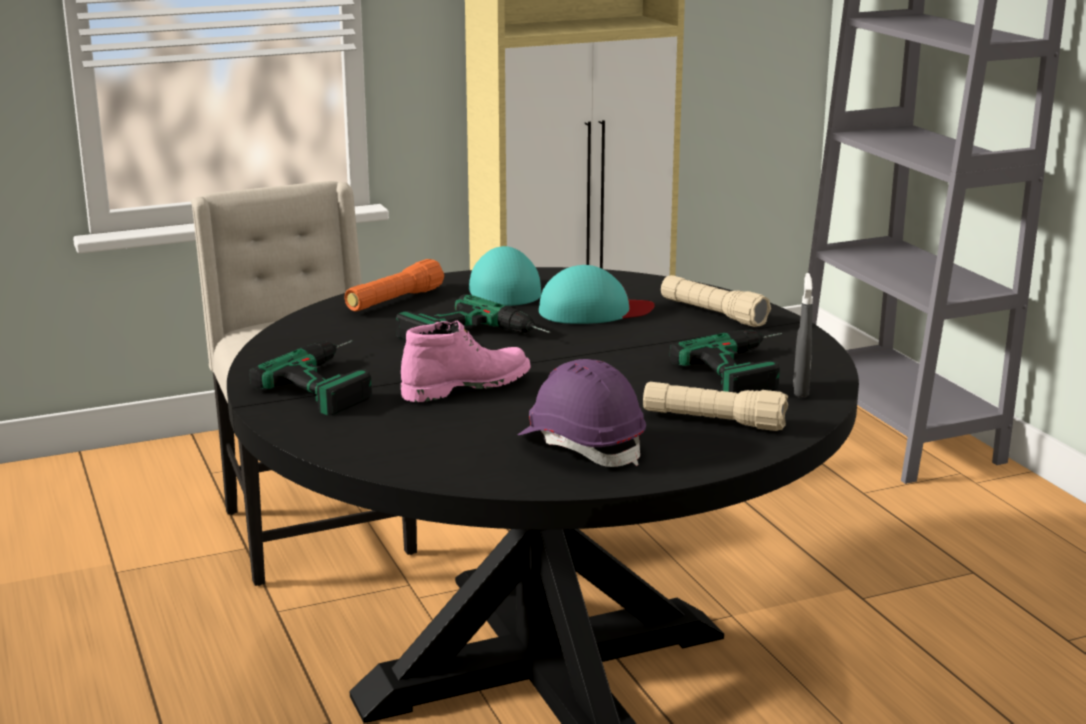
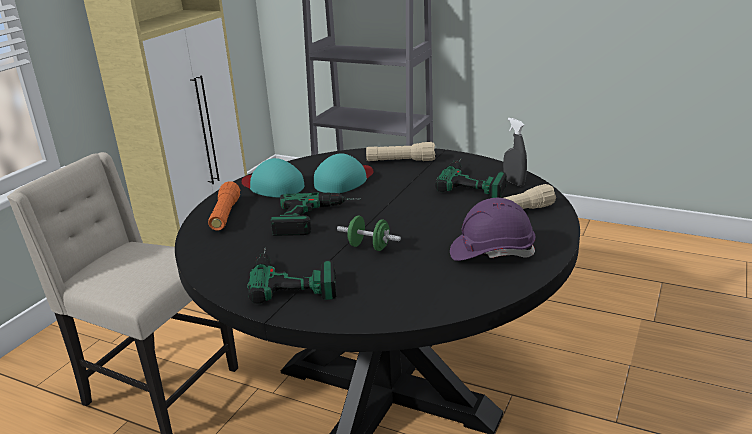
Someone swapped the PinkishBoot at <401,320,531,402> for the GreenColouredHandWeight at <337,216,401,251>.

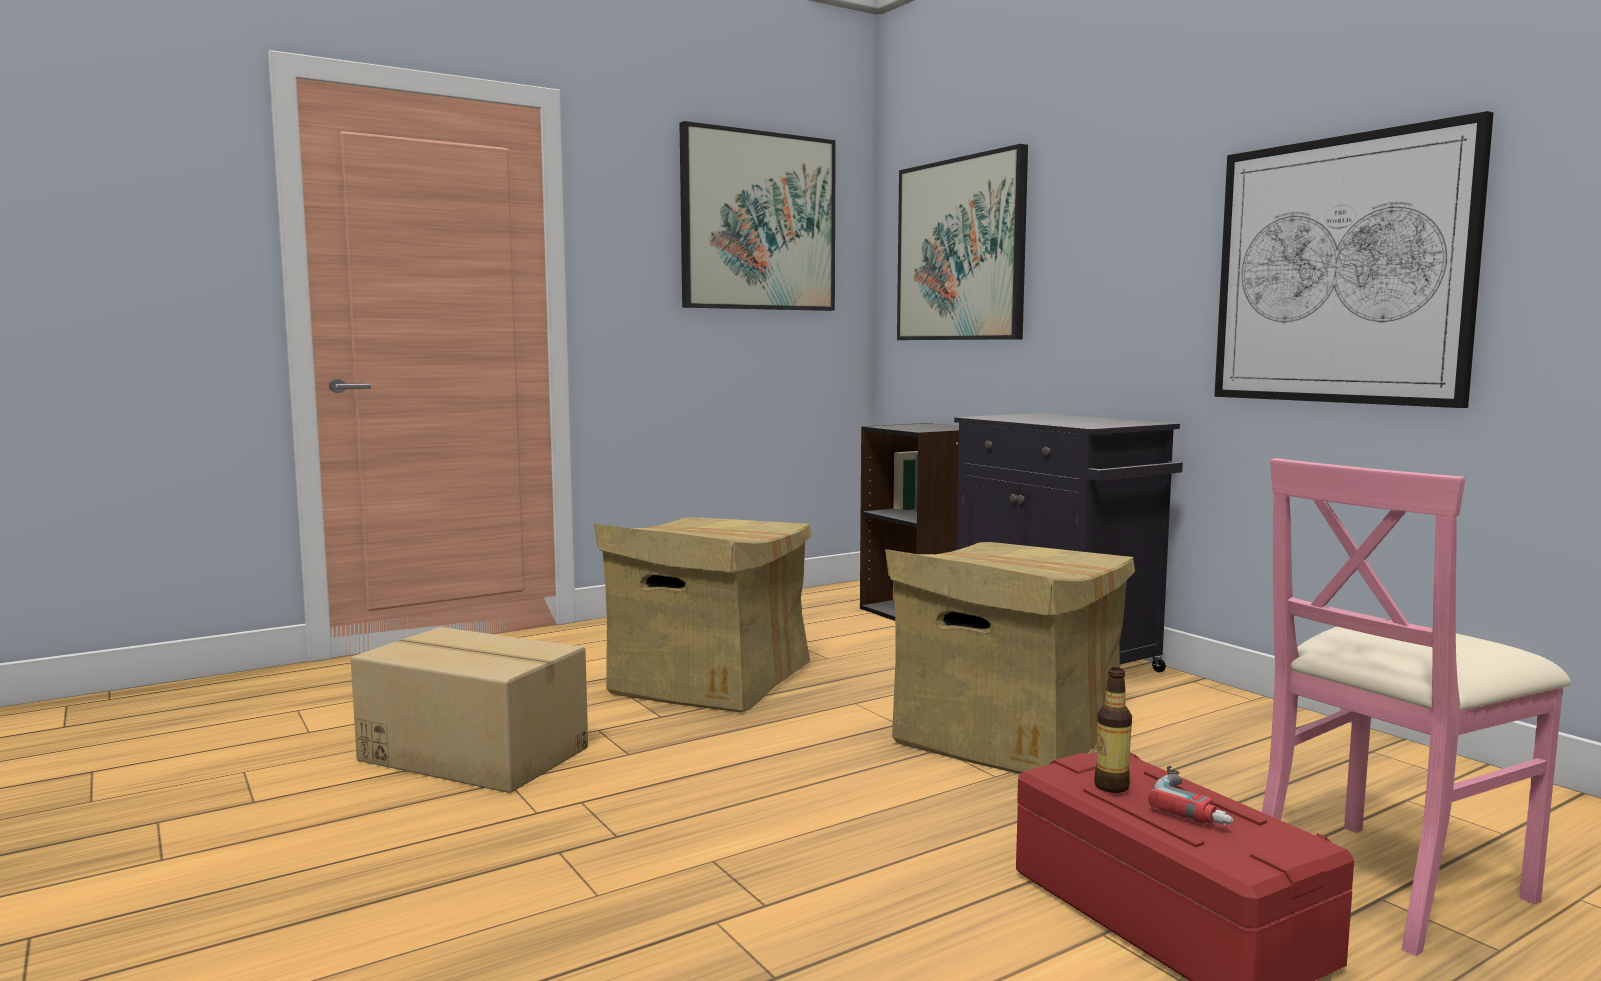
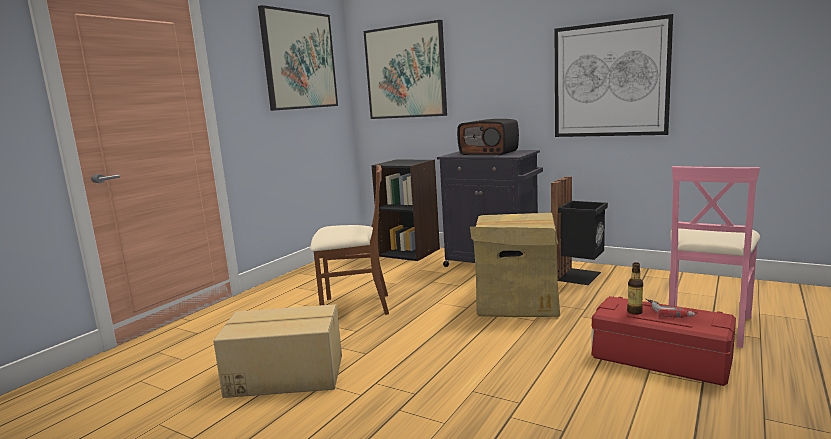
Someone swapped the Carton at <594,517,812,712> for the BrownPlainChair at <310,165,389,315>.
Someone put down the RadioReceiver at <457,119,519,155>.
Someone put down the BlackishWasteBin at <551,176,608,285>.

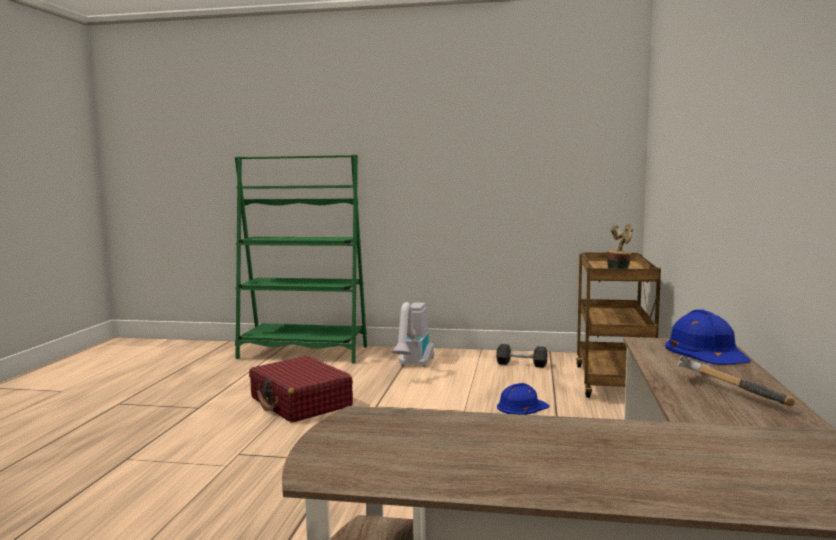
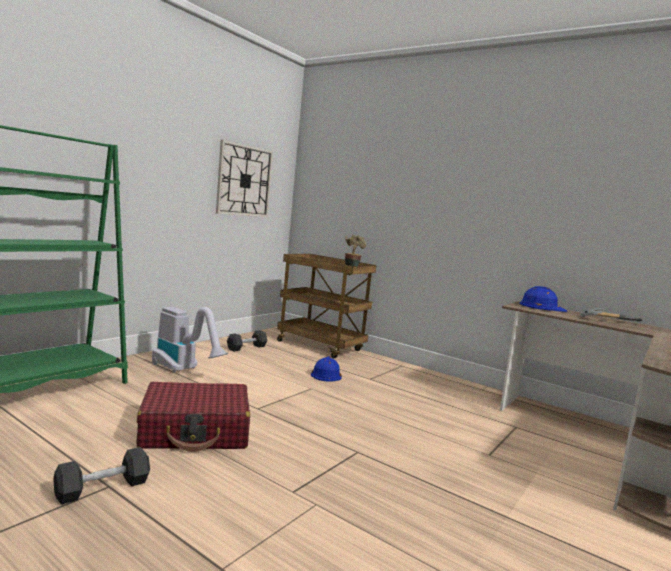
Someone put down the BlackishHandWeight at <53,447,150,504>.
Someone put up the WallClock at <216,140,273,217>.

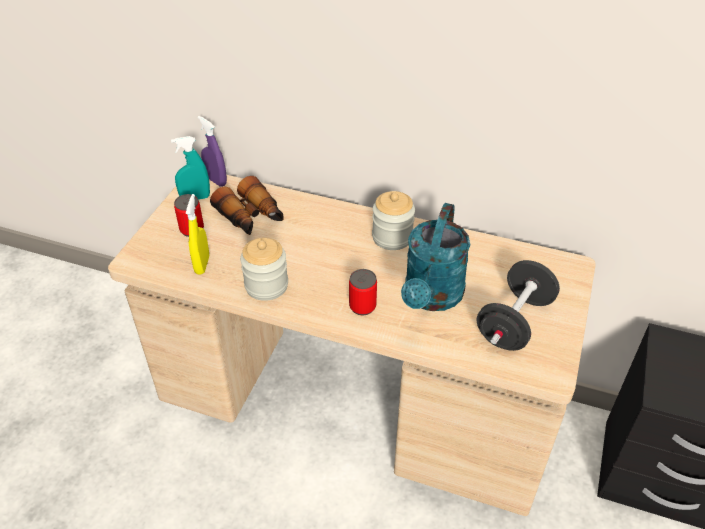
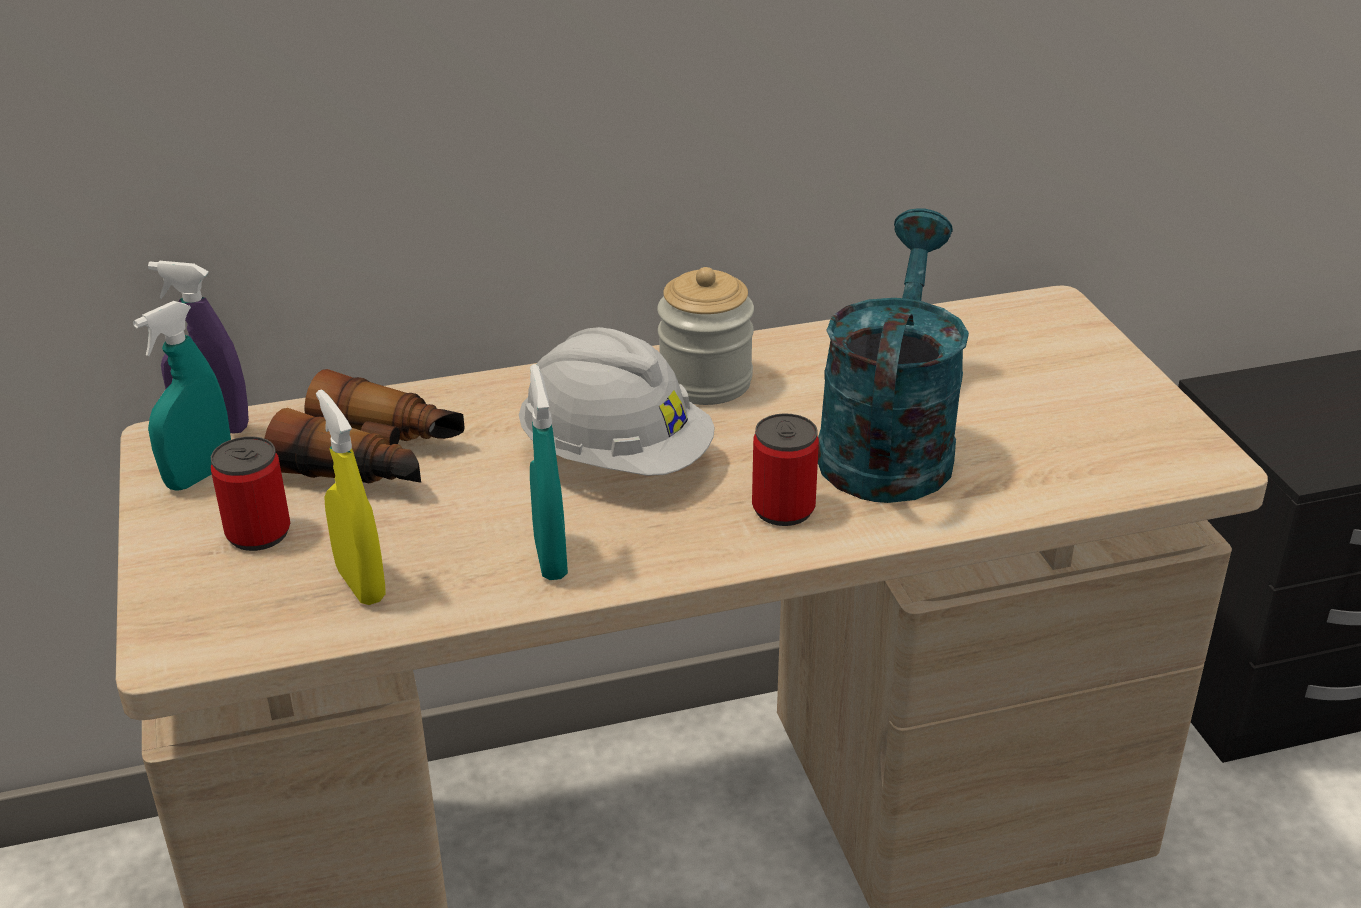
Someone put down the WhiteColouredWorkHelmet at <519,327,715,476>.
Someone swapped the PreserveJar at <240,237,288,301> for the BlueGreenSprayer at <530,364,568,580>.
Someone rotated the BlueGreenWateringCan at <401,203,471,311> by 150 degrees counterclockwise.
Someone took away the BlackishHandWeight at <477,260,560,351>.

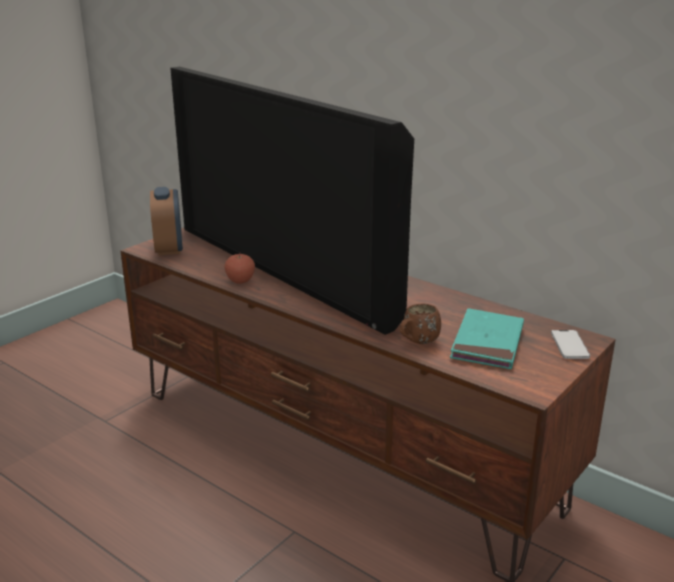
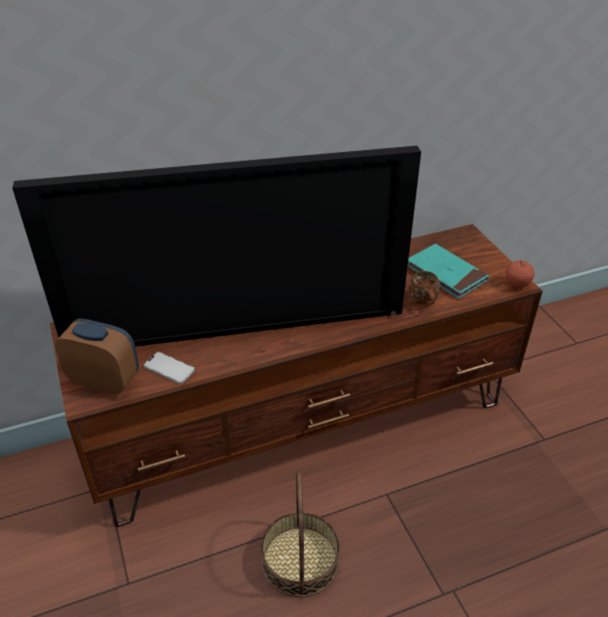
Someone carried the Phone from <551,330,590,359> to <144,352,195,384>.
Someone put down the StorageBasket at <261,471,340,597>.
Someone carried the WholeApple from <225,252,255,284> to <505,260,535,288>.

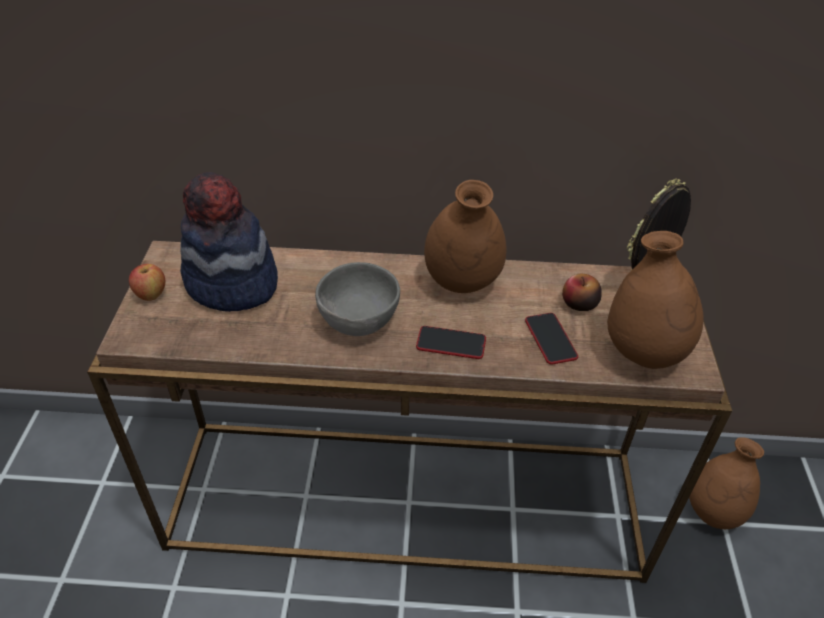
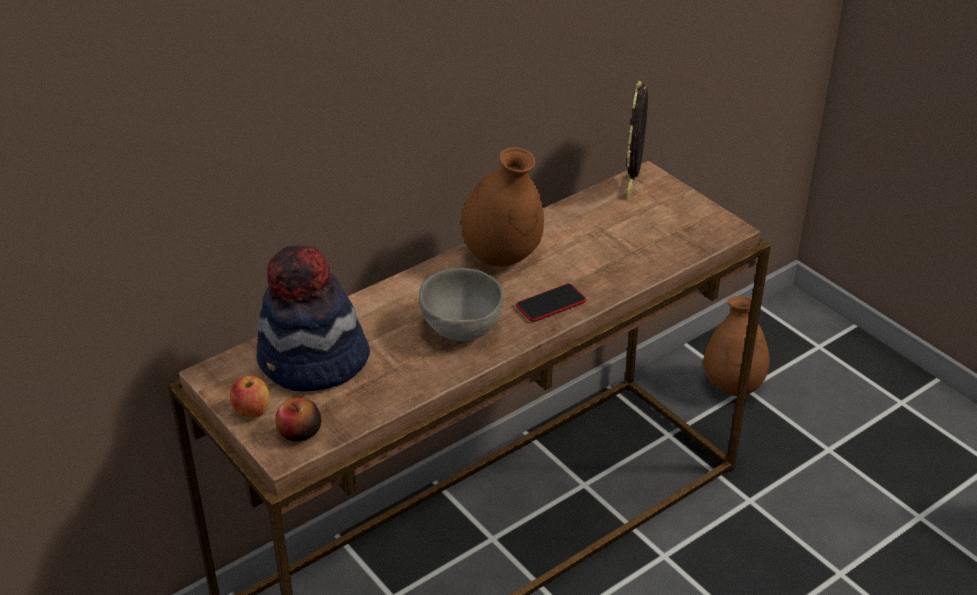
Someone carried the WholeApple from <562,274,602,311> to <276,397,321,442>.
Someone took away the Phone at <525,313,578,364>.
Someone took away the BrownVase at <607,231,704,369>.

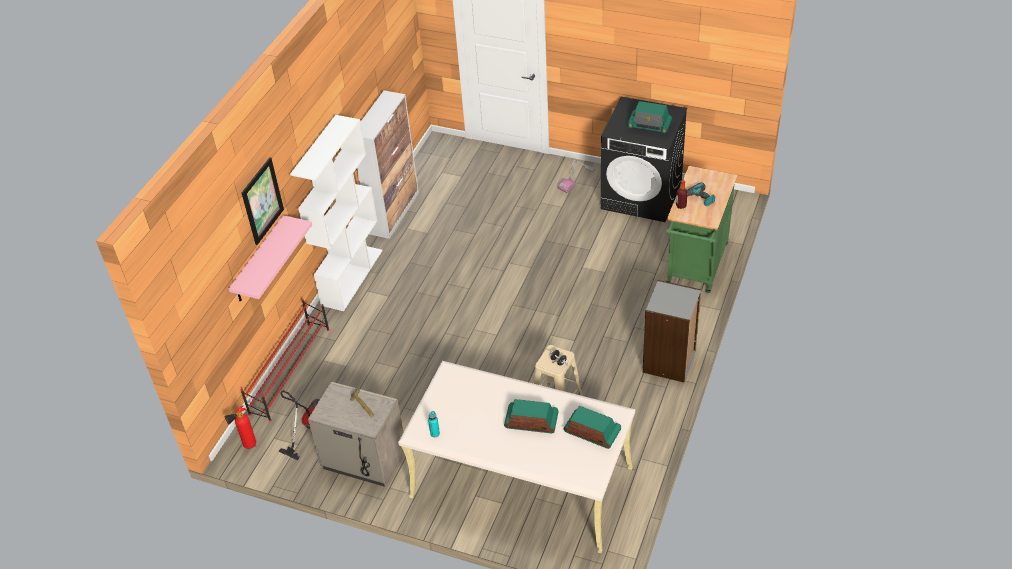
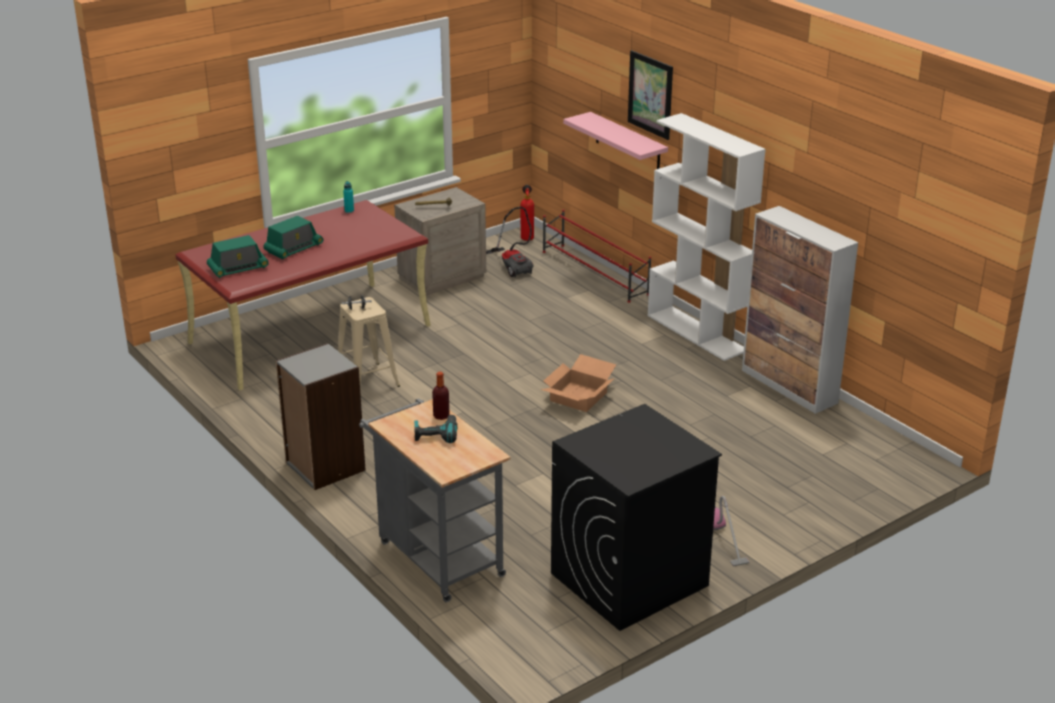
Someone repainted the BeigeDeskUnit at <398,361,635,553>, which became the RedColouredDeskUnit at <175,200,431,390>.
Someone repainted the GreenColouredCart at <665,166,737,293>, which became the GreyCart at <359,398,510,603>.
Someone put down the Carton at <541,354,616,412>.
Someone took away the RadioReceiver at <627,101,672,133>.

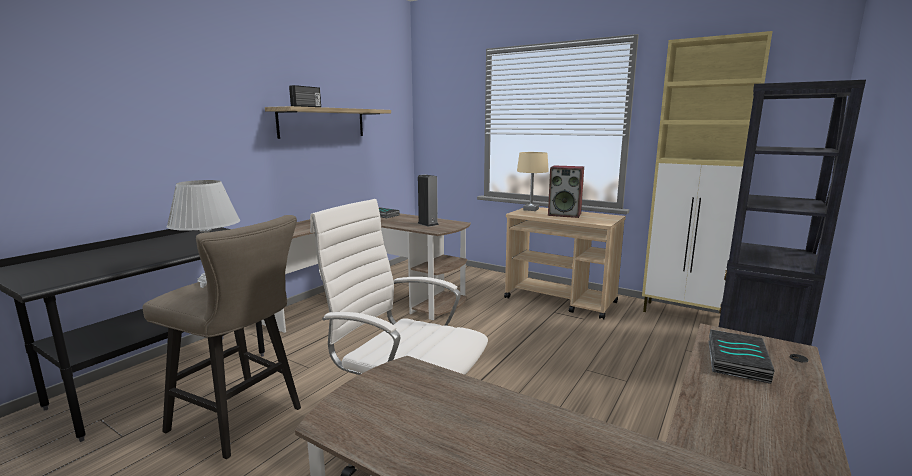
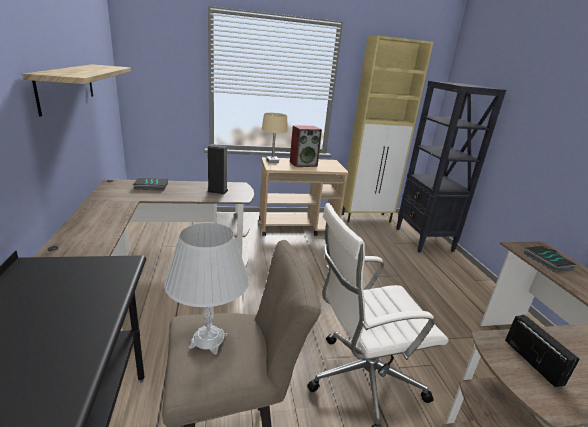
Someone carried the RadioReceiver from <289,85,321,107> to <505,315,579,387>.

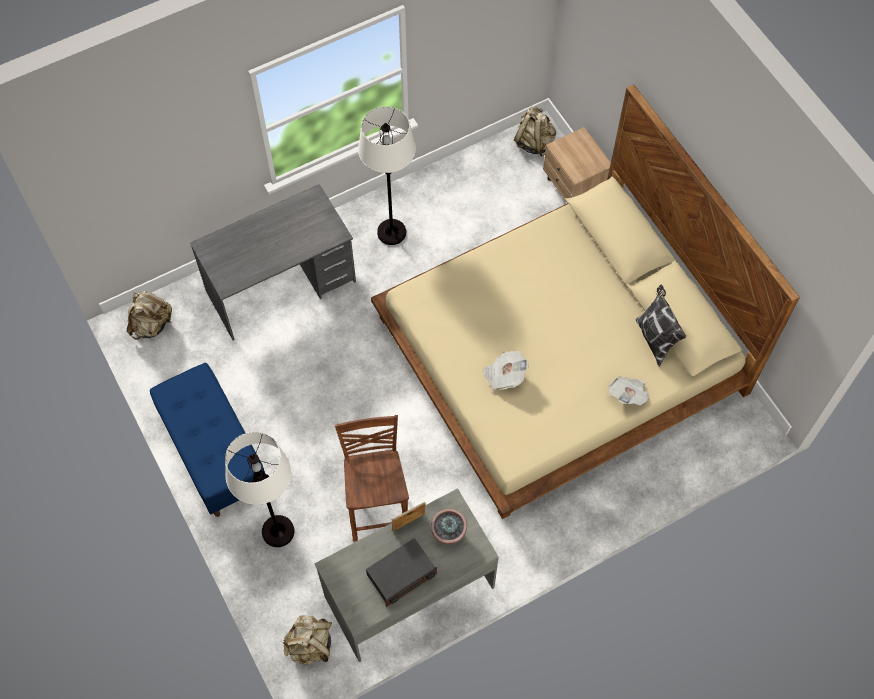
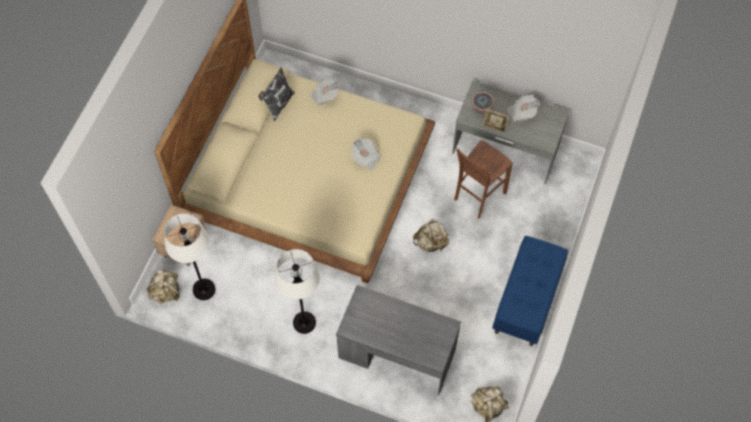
Someone carried the WhiteColouredFloorLamp from <225,432,295,547> to <164,213,215,300>.
Someone carried the BeigeRucksack from <283,615,332,665> to <413,219,450,252>.
Someone swapped the RadioReceiver at <366,538,437,607> for the DailyPaper at <507,95,540,122>.

